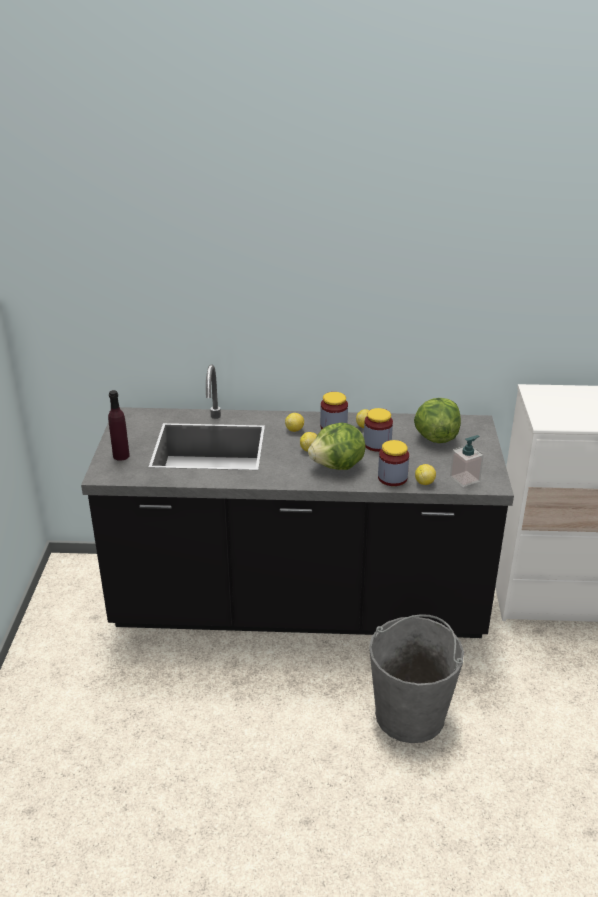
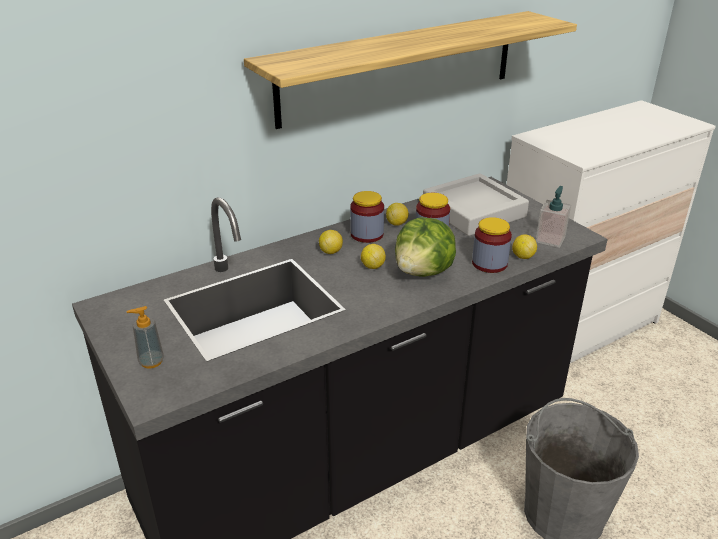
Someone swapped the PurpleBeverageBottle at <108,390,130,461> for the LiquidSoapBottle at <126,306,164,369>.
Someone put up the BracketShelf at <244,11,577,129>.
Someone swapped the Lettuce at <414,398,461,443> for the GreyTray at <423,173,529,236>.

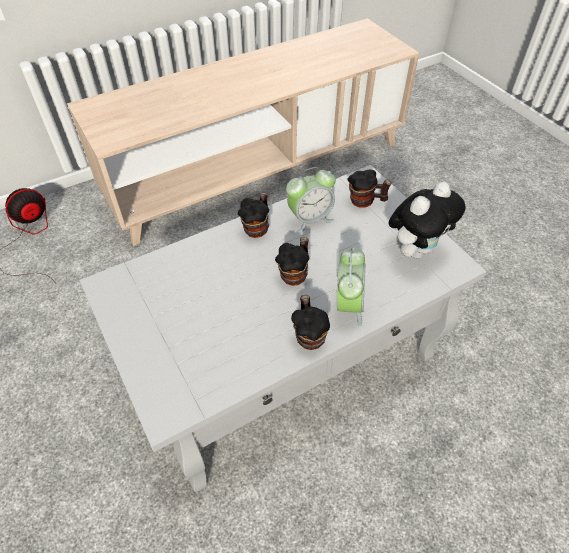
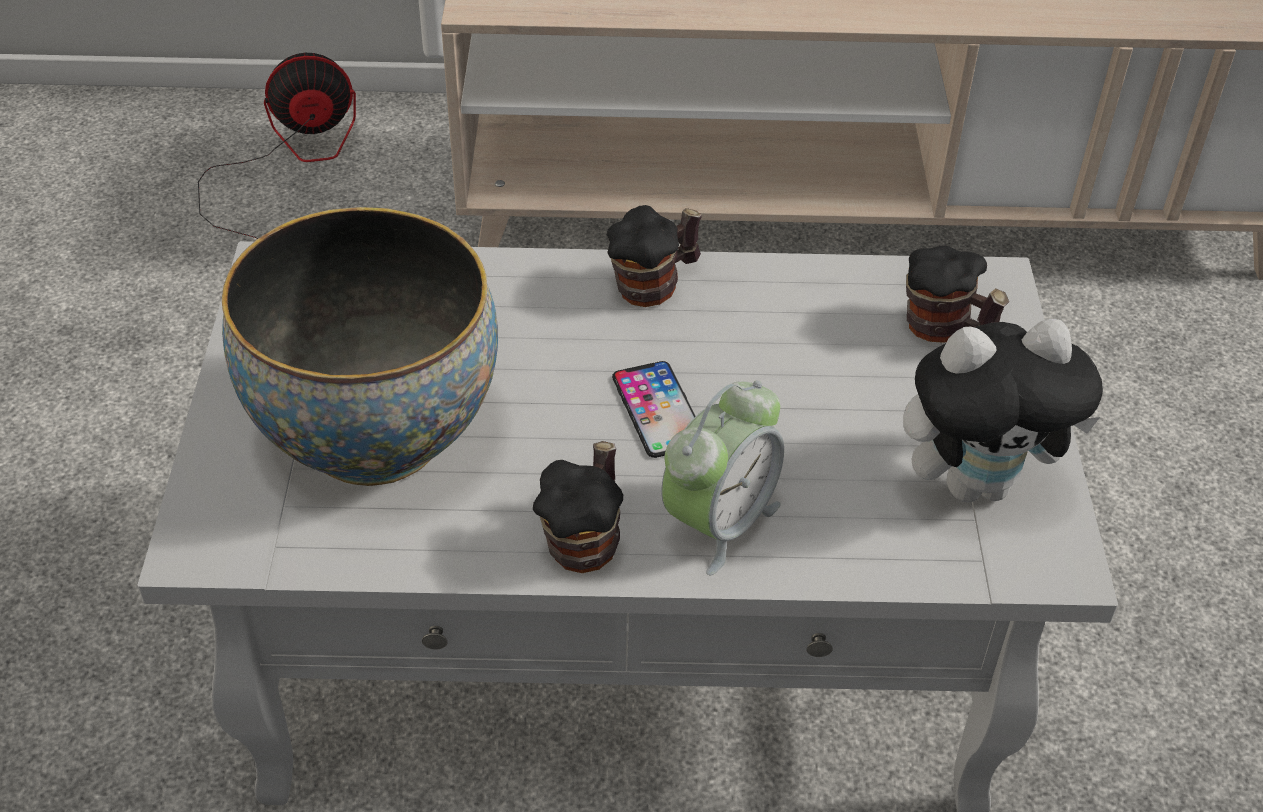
Someone put down the Bowl at <222,207,498,486>.
Someone swapped the TeaMug at <275,237,309,286> for the Phone at <612,361,695,458>.
Someone took away the BedsideClock at <286,167,336,233>.

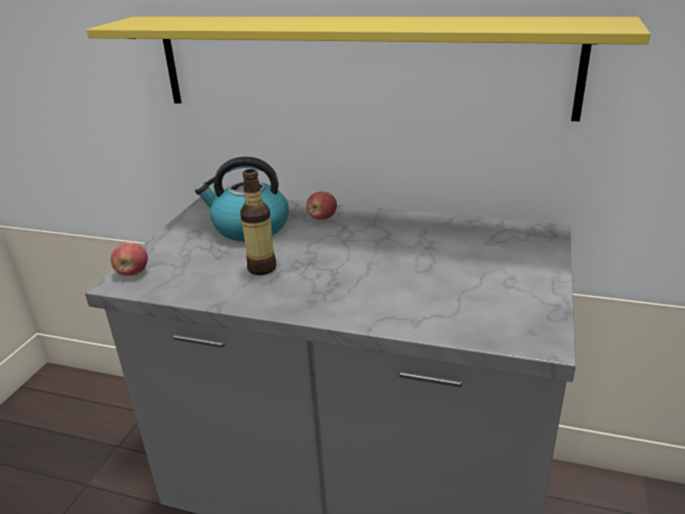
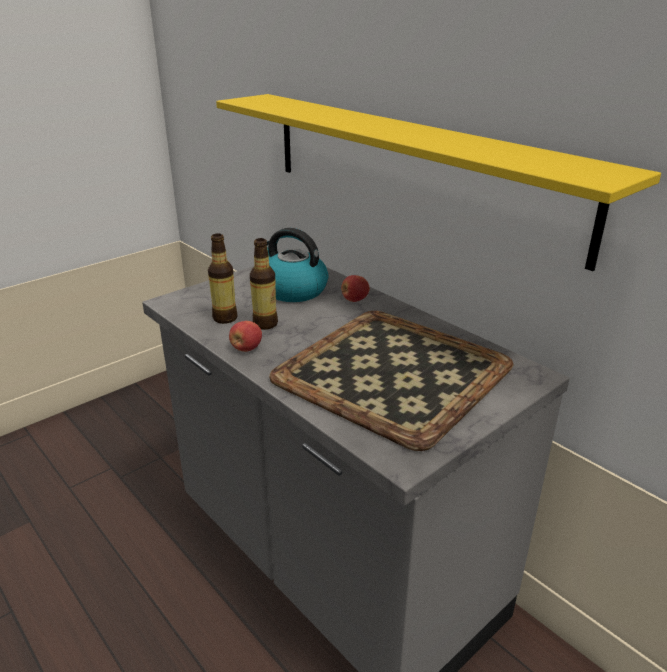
Someone put down the BeverageBottle at <208,233,237,324>.
Someone carried the WholeApple from <111,242,148,276> to <229,321,262,352>.
Someone put down the Tray at <269,311,513,451>.

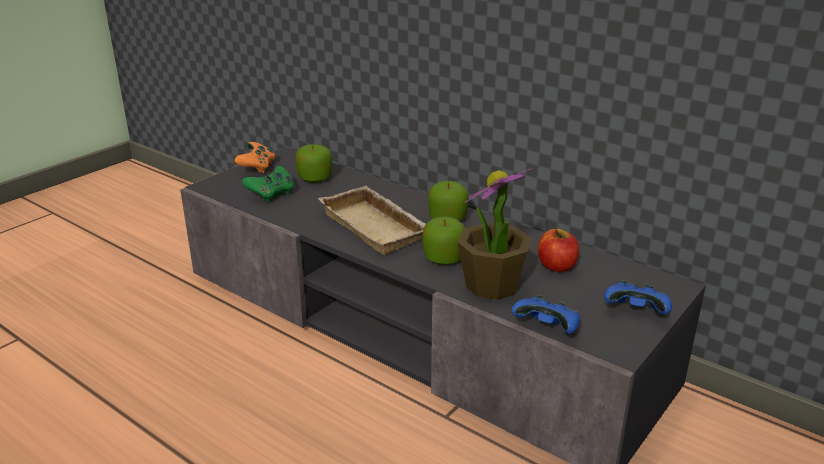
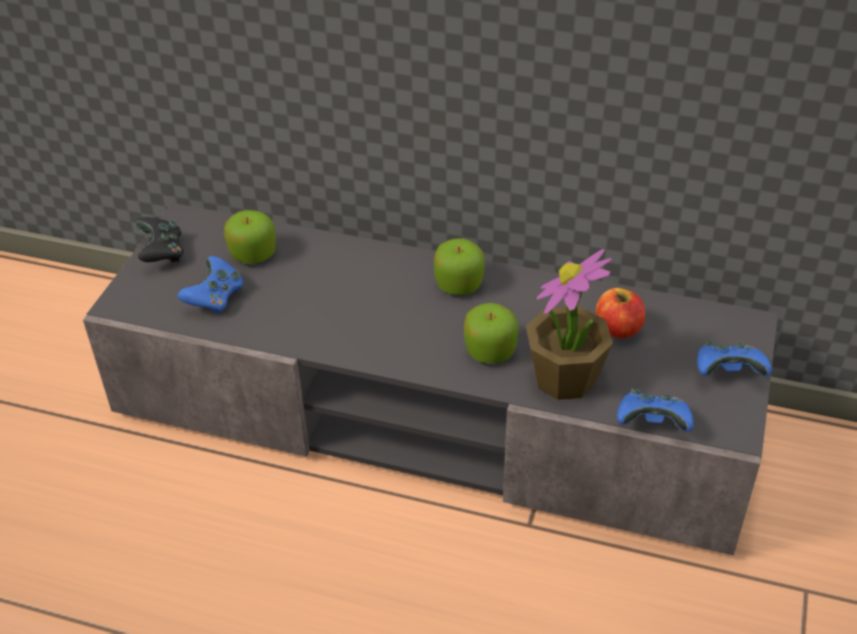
Someone repainted the OrangeColouredJoypad at <234,142,275,173>, which became the BlackishJoypad at <136,217,184,262>.
Someone repainted the GreenColouredJoypad at <242,166,294,202>, which became the BlueColouredJoypad at <177,256,244,314>.
Someone took away the BeigeTray at <318,186,425,255>.

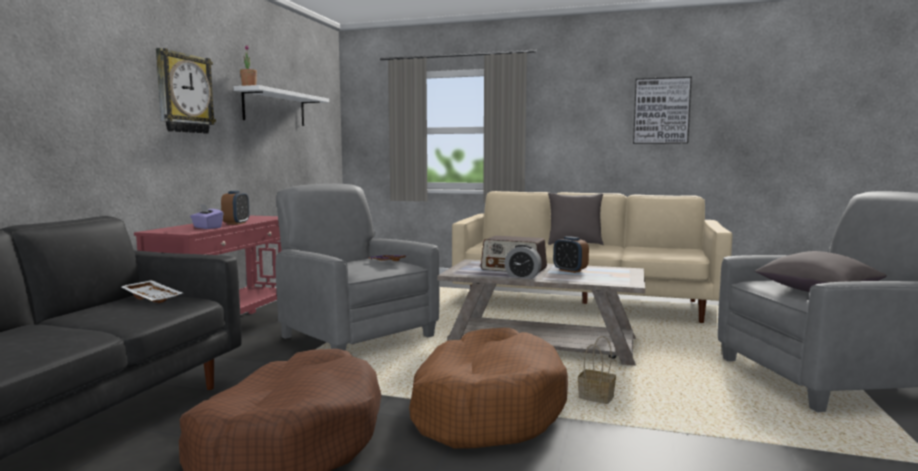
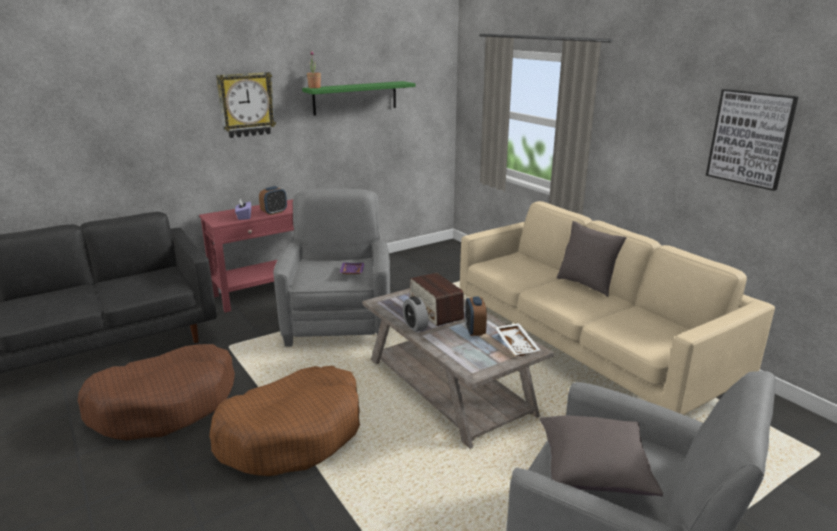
Someone repainted the WhiteColouredBracketShelf at <234,85,329,126>, which became the GreenColouredBracketShelf at <302,81,416,116>.
Someone carried the WhiteColouredTray from <122,280,182,303> to <495,323,540,356>.
Someone took away the StorageBasket at <578,336,616,404>.

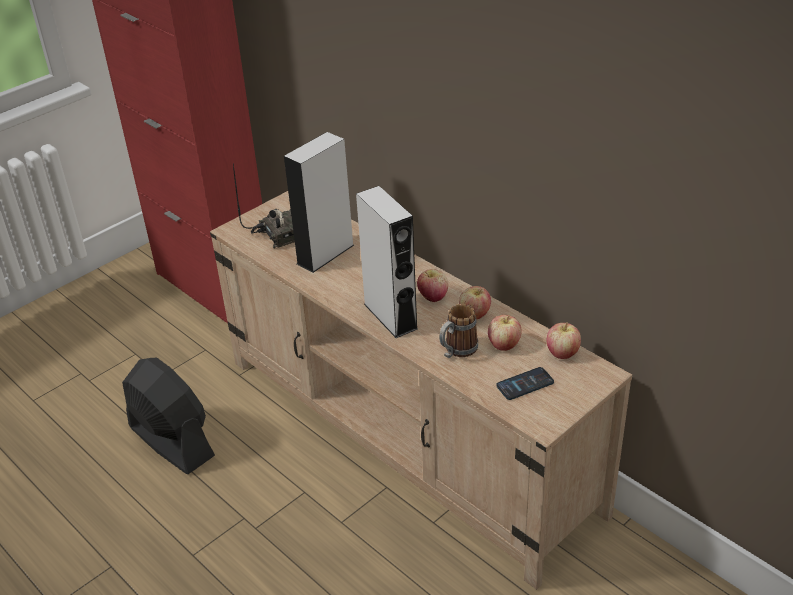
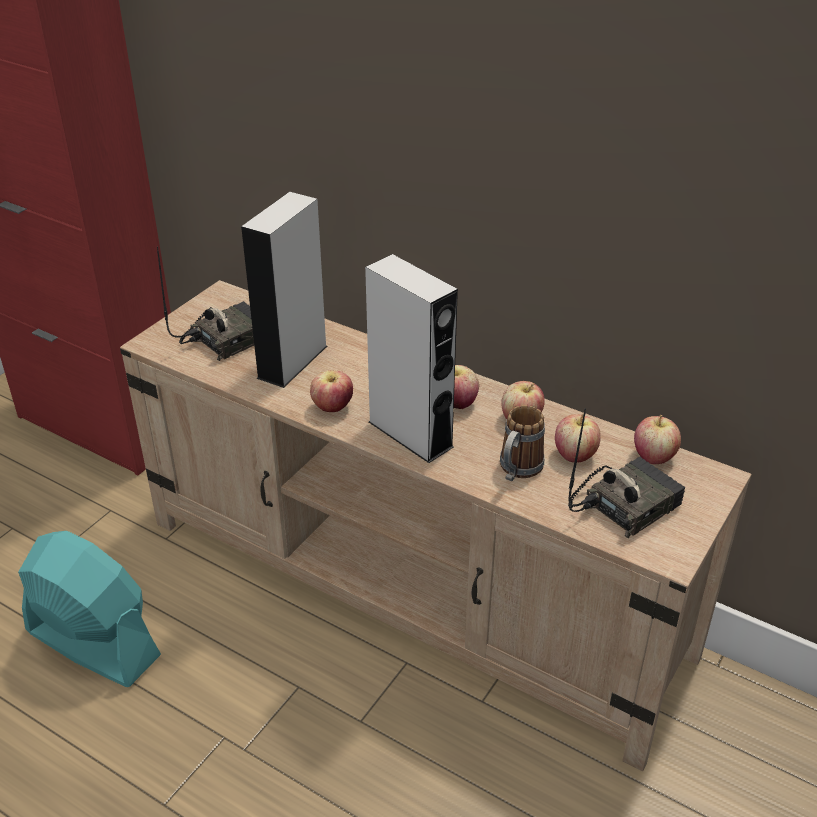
Someone repainted the BlackishCoolingFan at <122,358,215,474>, which became the BlueGreenCoolingFan at <18,531,161,687>.
Someone put down the WholeApple at <310,370,353,412>.
Someone swapped the Phone at <496,367,554,400> for the RadioReceiver at <568,408,685,538>.

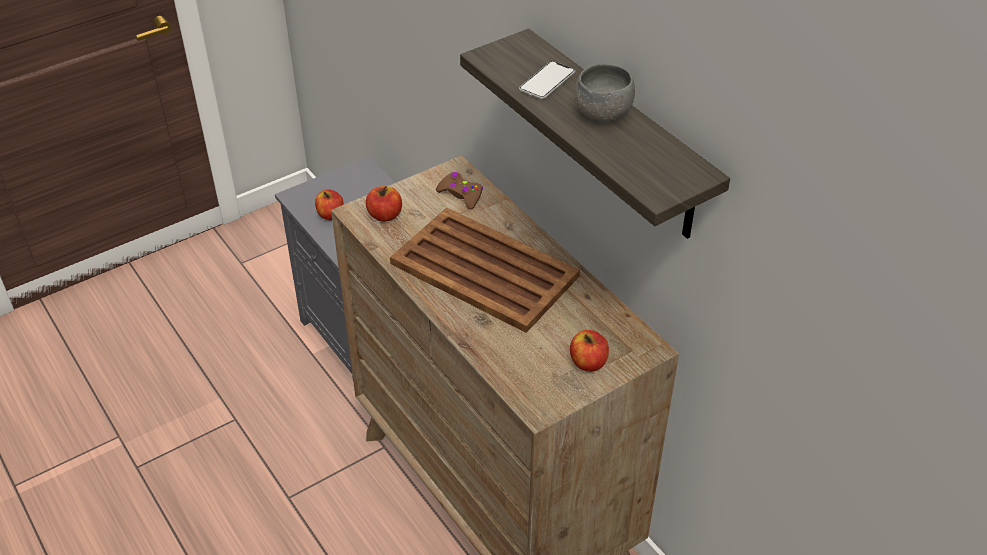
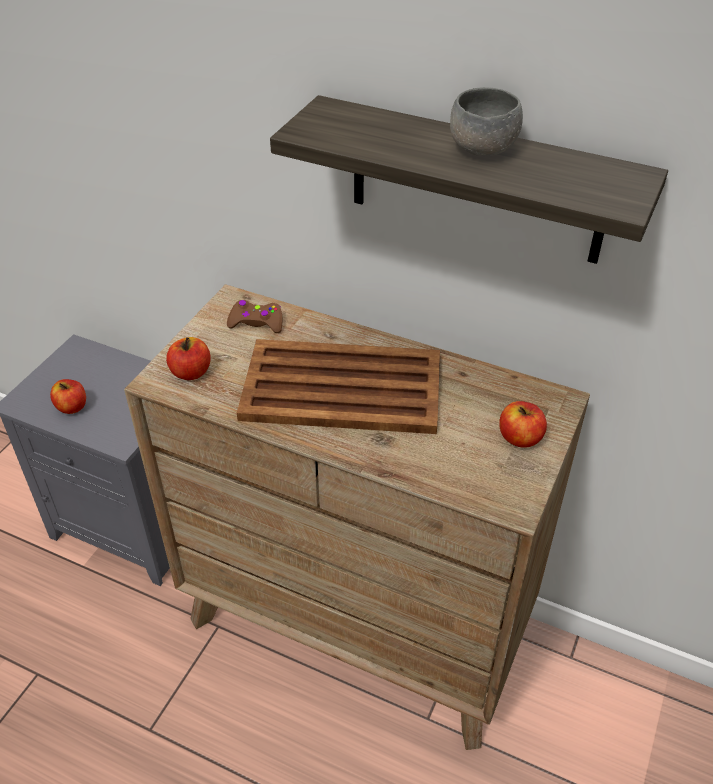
Someone took away the Phone at <519,61,575,99>.

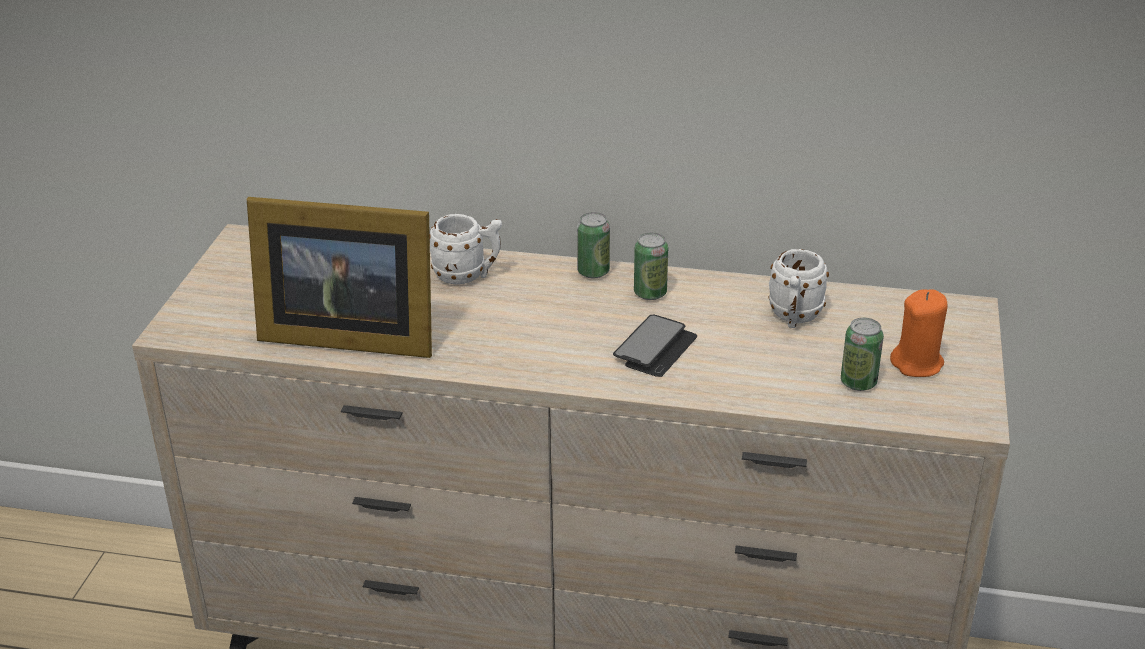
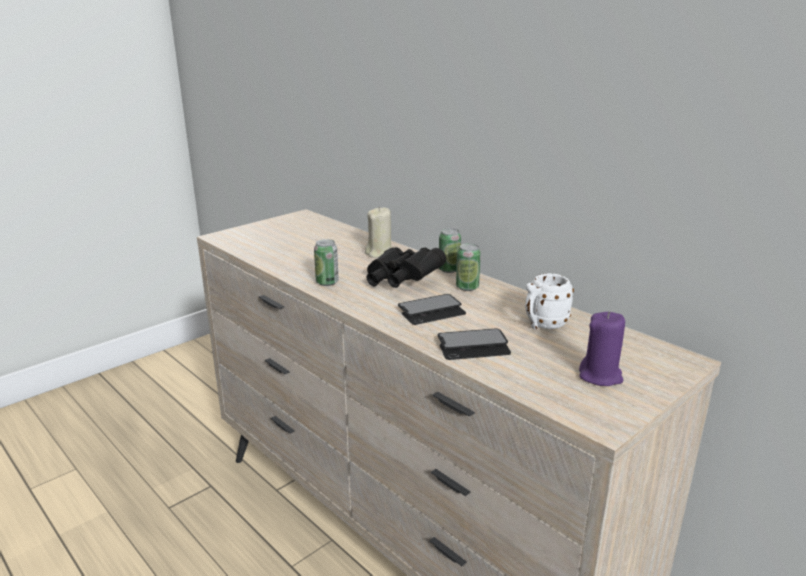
Someone carried the MetalCan from <841,318,884,391> to <314,239,339,286>.
Someone swapped the WhiteColouredTeaMug at <430,214,502,285> for the BeigeWaxCandle at <365,206,392,258>.
Someone put down the BlackishFieldGlasses at <367,247,446,288>.
Someone put down the Phone at <438,328,511,360>.
Someone repainted the OrangeColouredWaxCandle at <890,289,948,377>, which became the PurpleWaxCandle at <579,312,625,386>.
Someone took away the PhotoFrame at <247,197,432,358>.

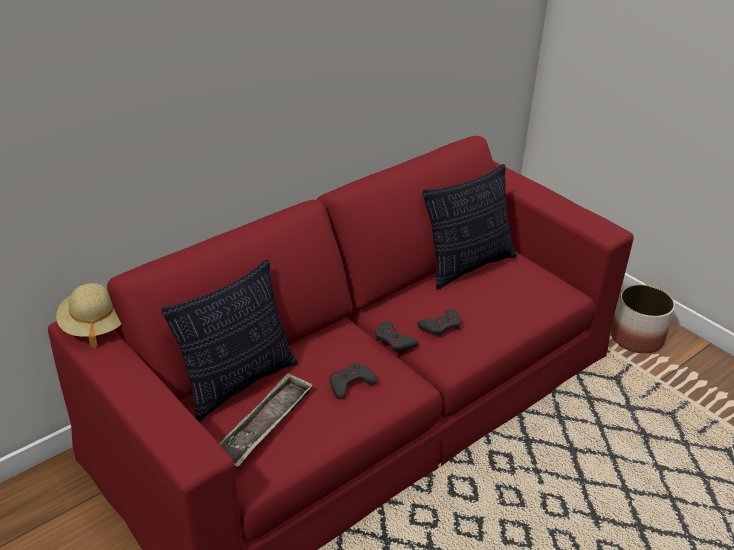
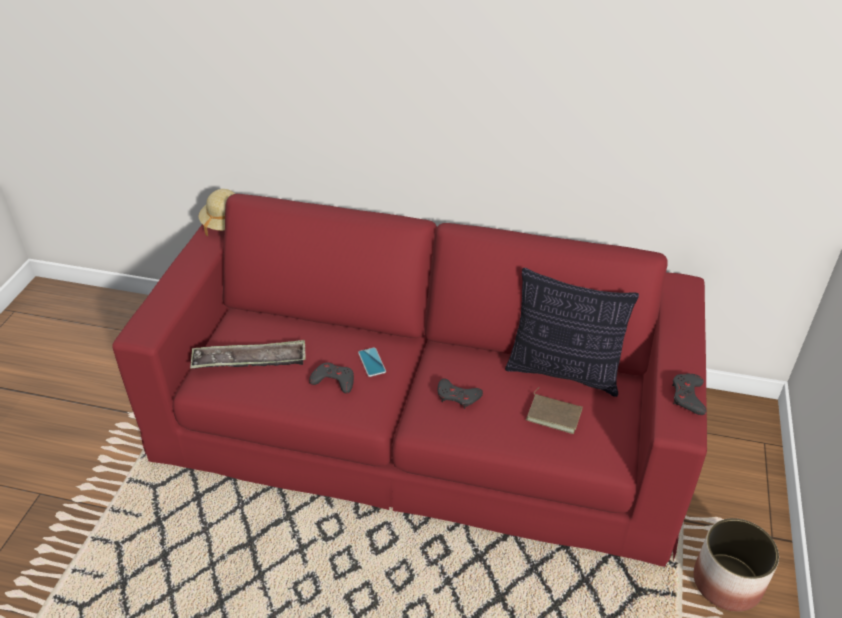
Someone put down the Phone at <358,348,386,377>.
Someone put down the BrownVolume at <526,387,583,434>.
Someone carried the GreyJoypad from <375,321,418,352> to <672,374,707,415>.
Someone took away the ThrowPillow at <161,260,298,422>.

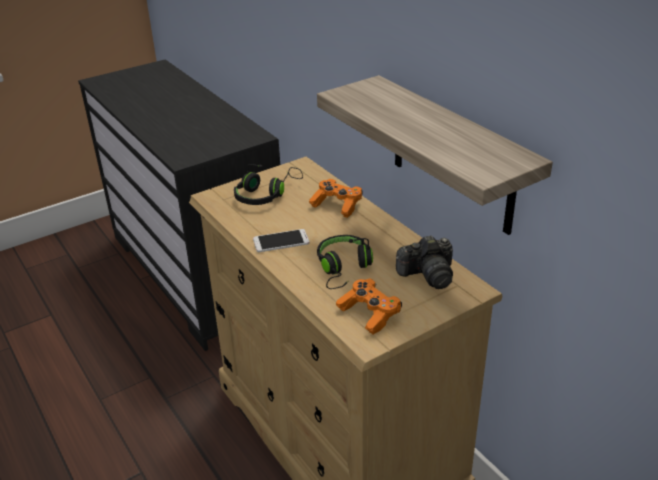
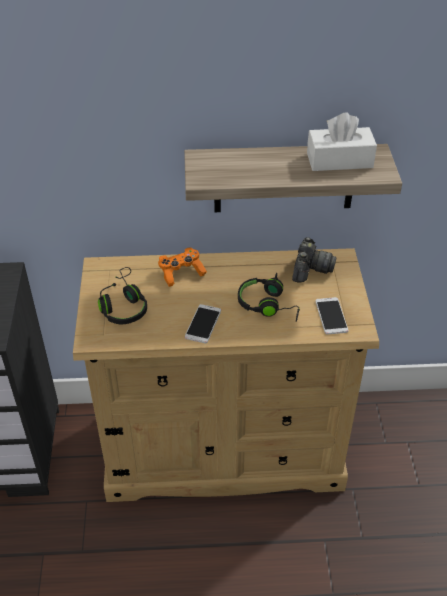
Someone put down the WhiteColouredTissueBox at <307,112,377,171>.
Someone swapped the OrangeColouredJoypad at <336,278,402,334> for the Phone at <315,297,348,335>.

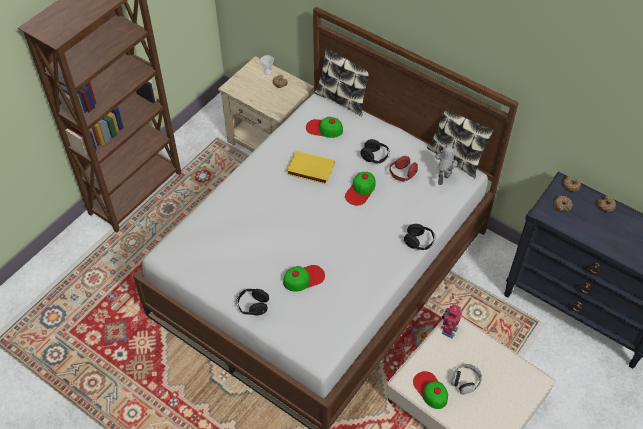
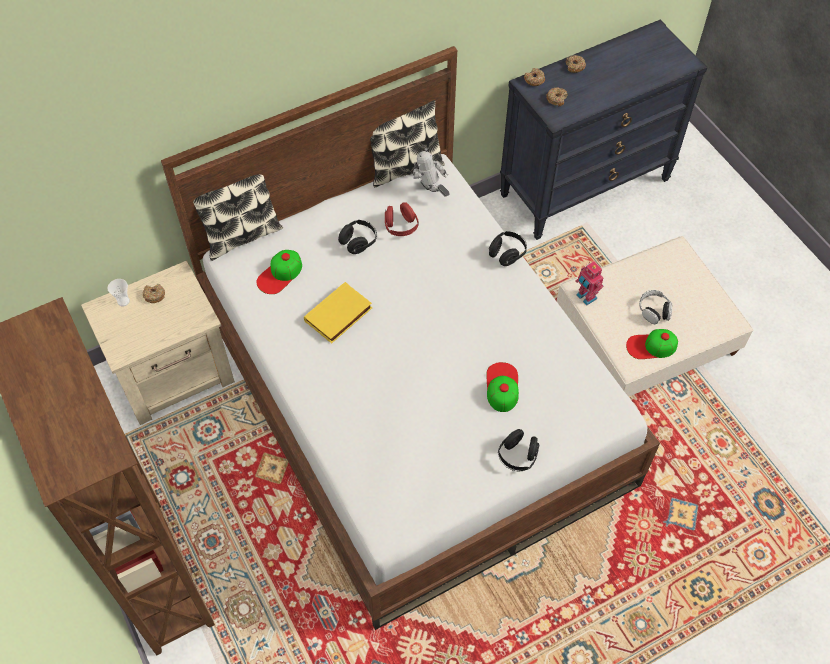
Someone took away the PeakedCap at <345,172,375,206>.

